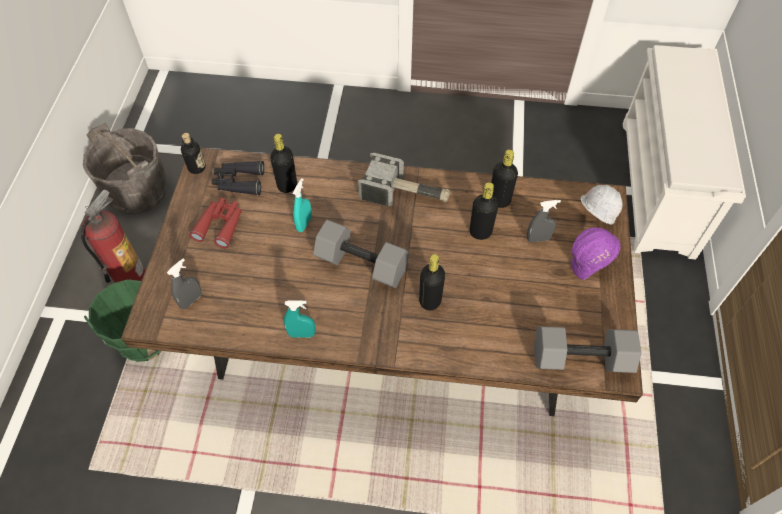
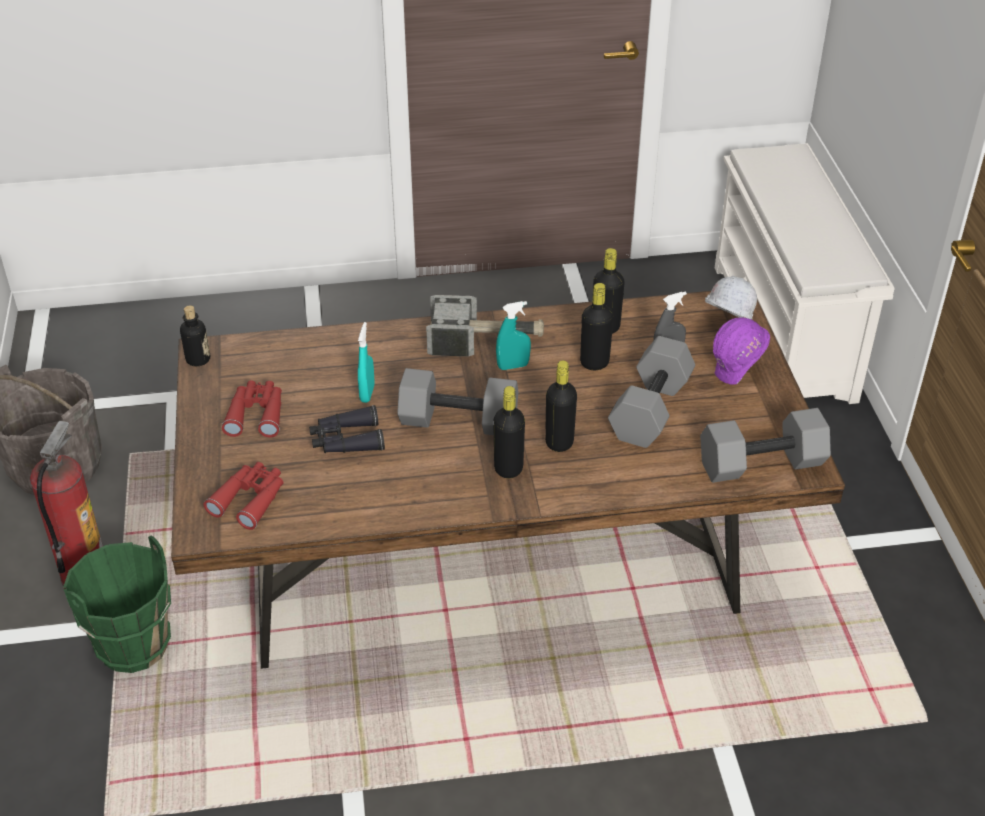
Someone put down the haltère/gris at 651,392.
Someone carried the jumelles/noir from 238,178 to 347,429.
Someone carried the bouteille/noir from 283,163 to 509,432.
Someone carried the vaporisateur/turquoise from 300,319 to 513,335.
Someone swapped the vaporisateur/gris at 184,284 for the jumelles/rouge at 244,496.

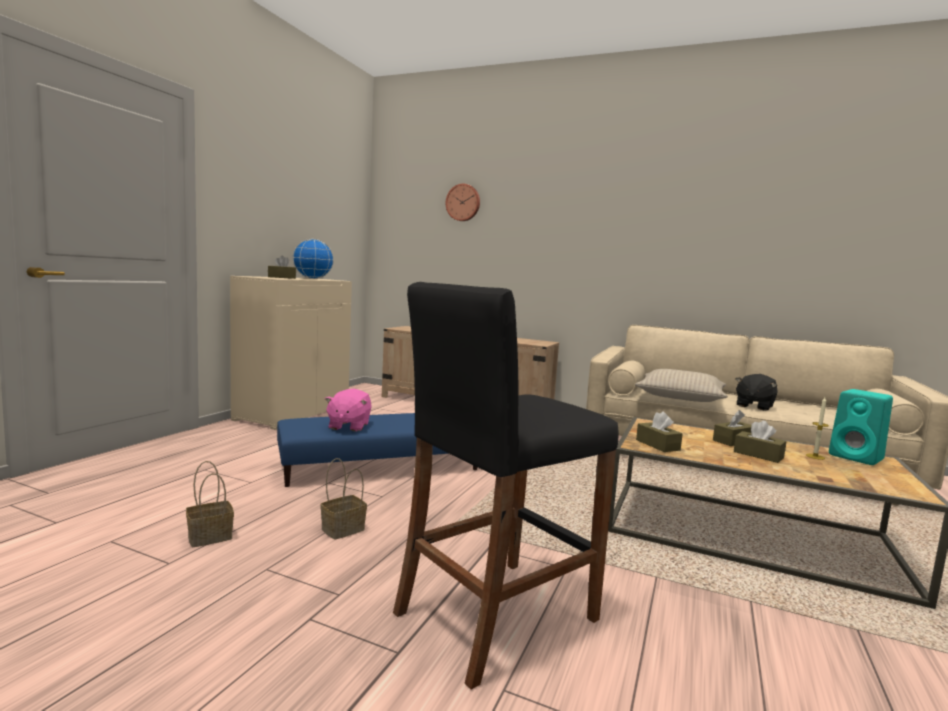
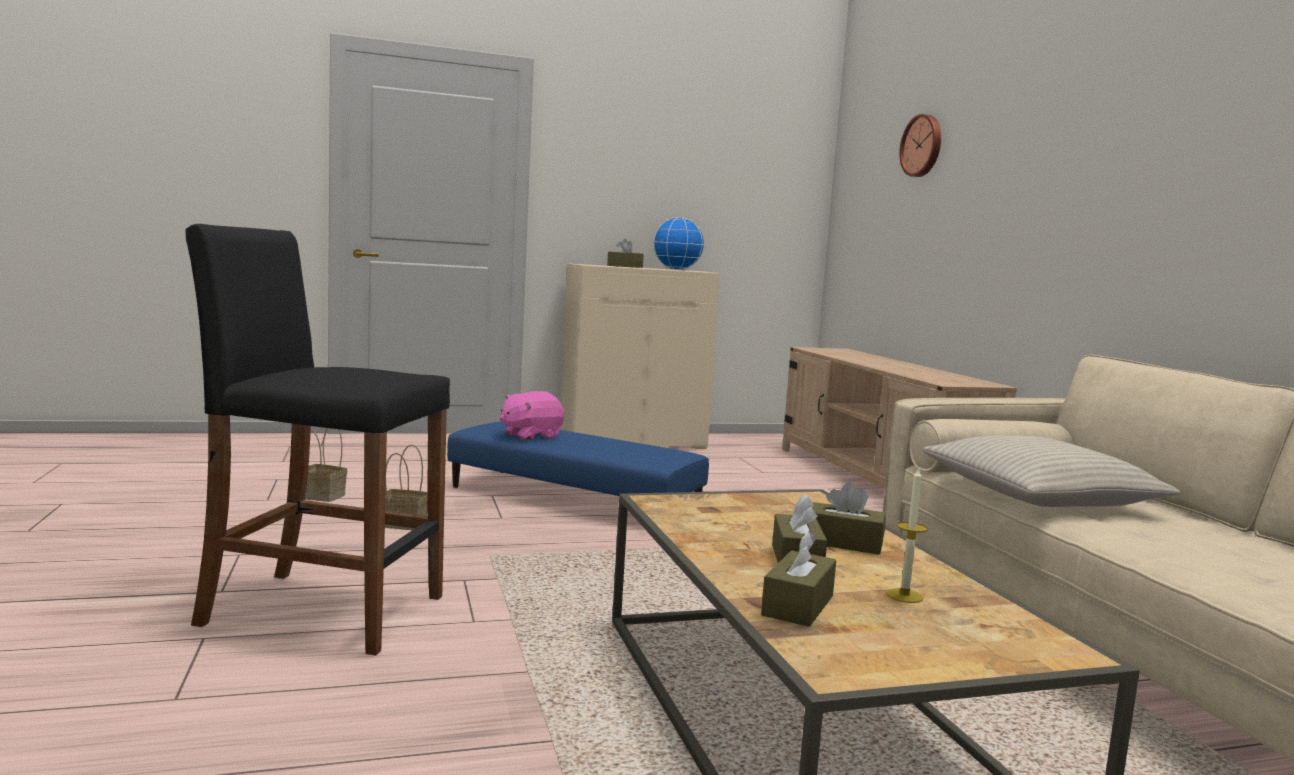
Someone took away the peluche/noir at 756,392.
Someone took away the enceinte/turquoise at 861,427.
Someone carried the boîte à mouchoirs/marron from 659,431 to 798,578.

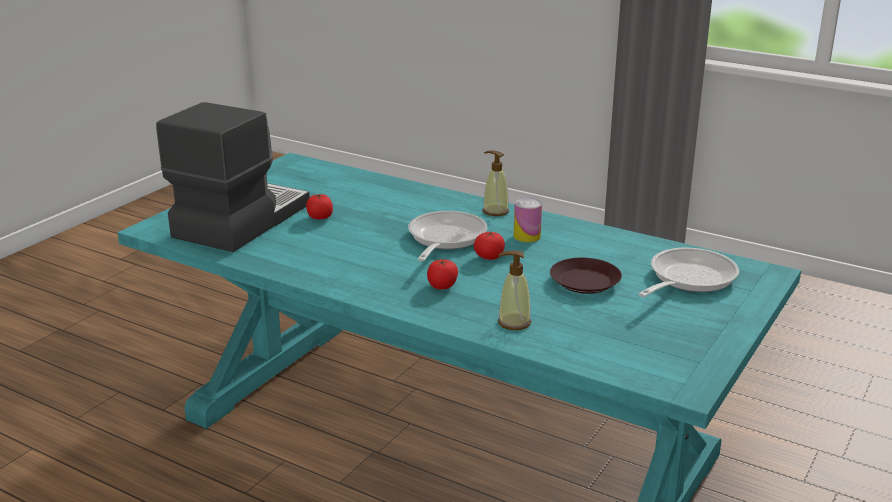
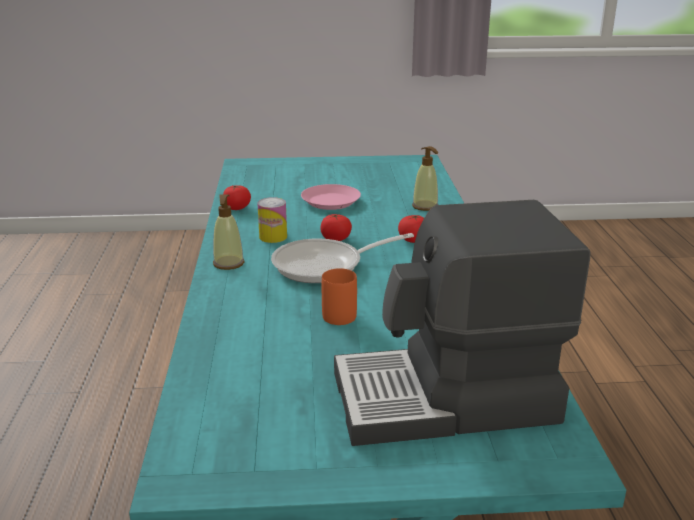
Someone took away the poêle at 688,272.
Someone put down the mug/orange at 339,296.
Someone carried the tomate from 319,206 to 237,197.
Someone repainted the assiette/marron at 586,276, which became the assiette/rose at 331,197.

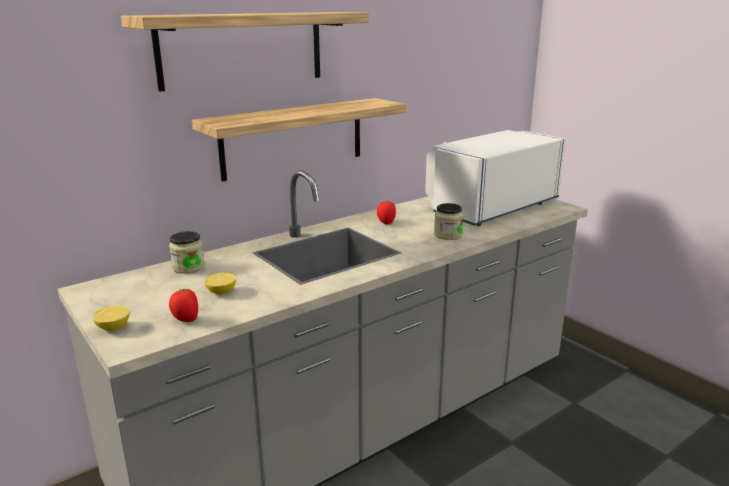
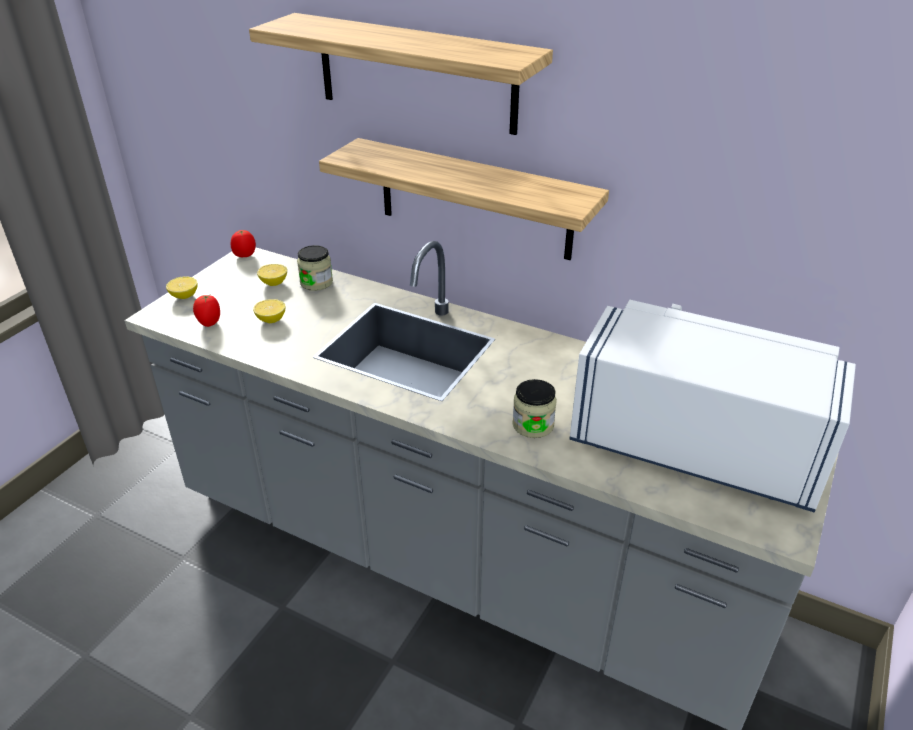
Someone put down the citron at 272,275.
Someone carried the tomate from 386,213 to 243,243.

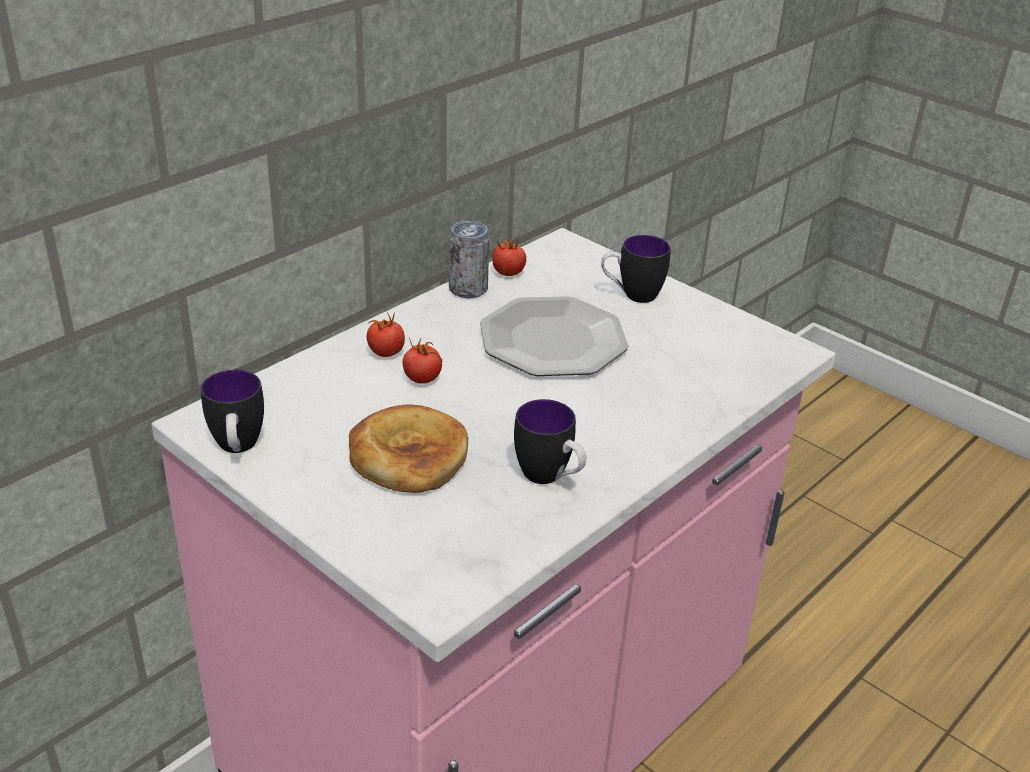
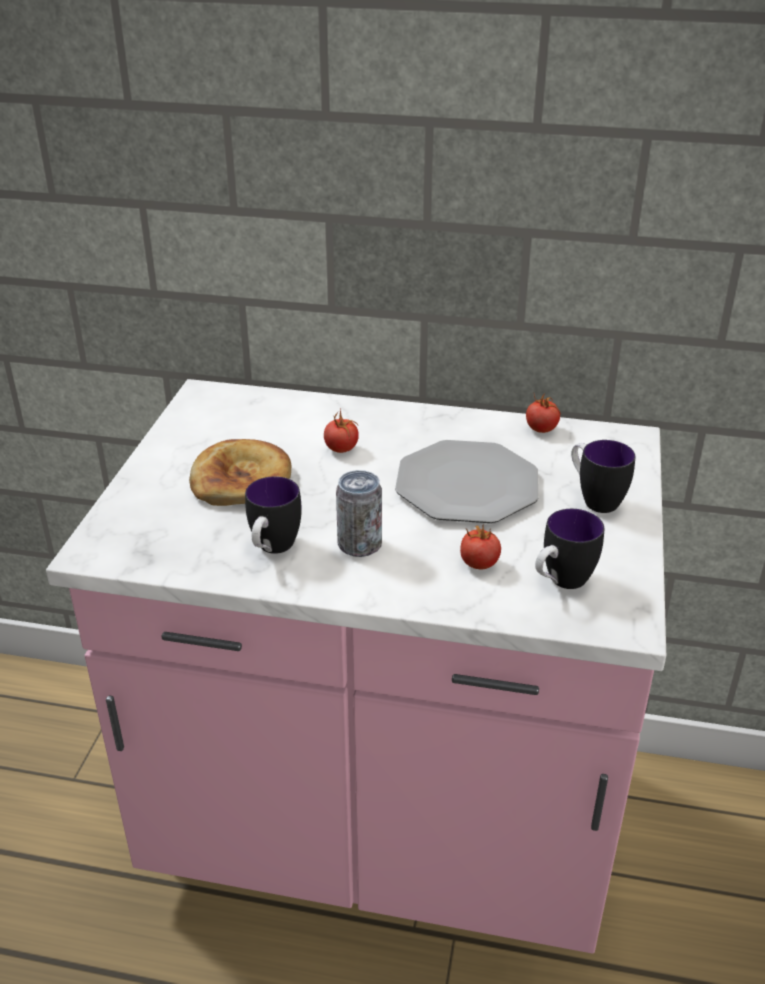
Someone carried the mug from 232,411 to 569,549.
Someone carried the tomate from 386,334 to 480,546.
Someone carried the boîte métallique from 469,259 to 359,513.

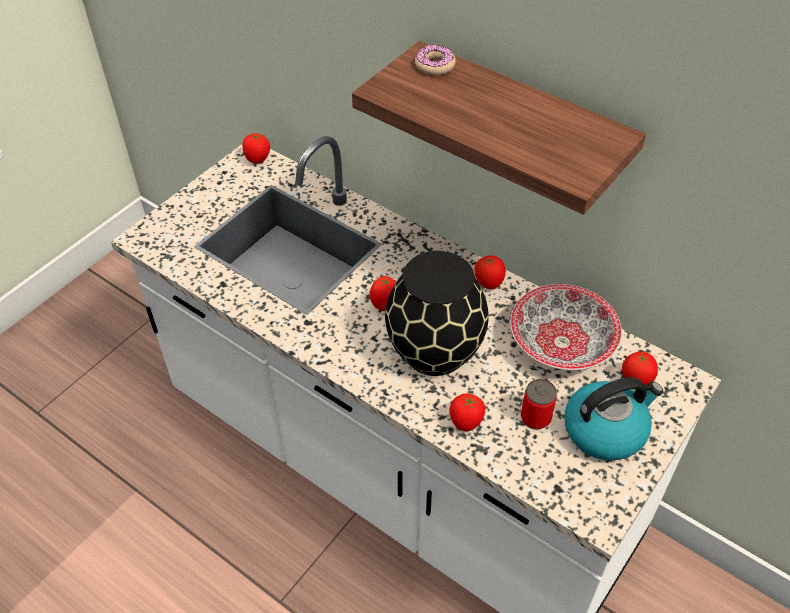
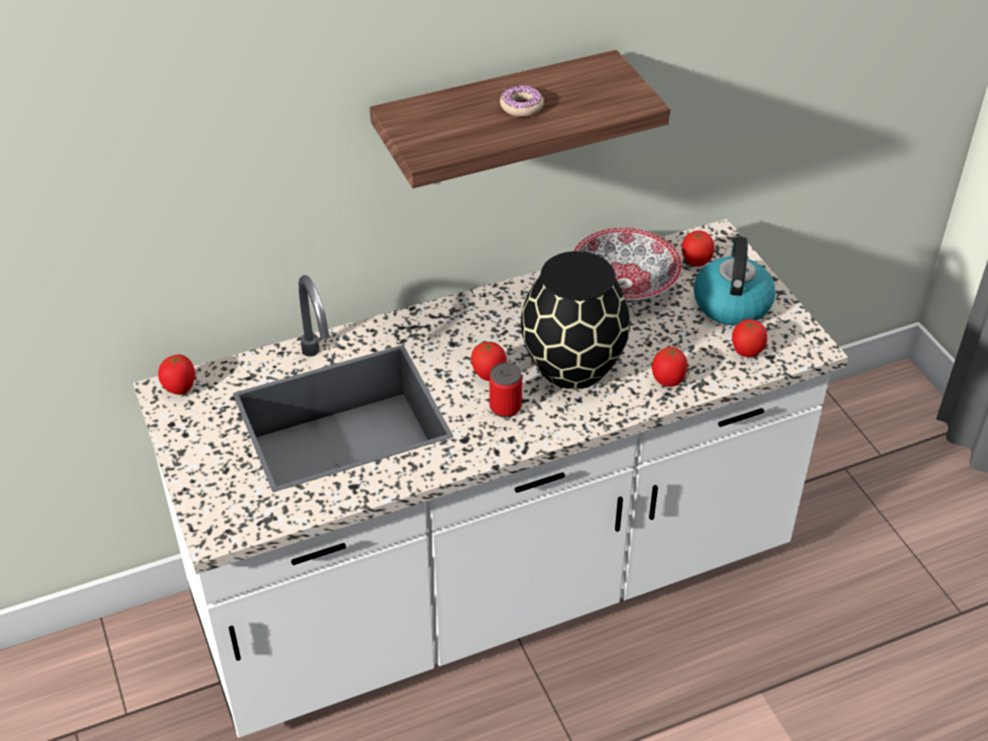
Someone carried the beignet from 435,60 to 522,101.
Someone carried the tomate from 490,272 to 749,338.
Someone carried the boîte métallique from 539,404 to 505,390.

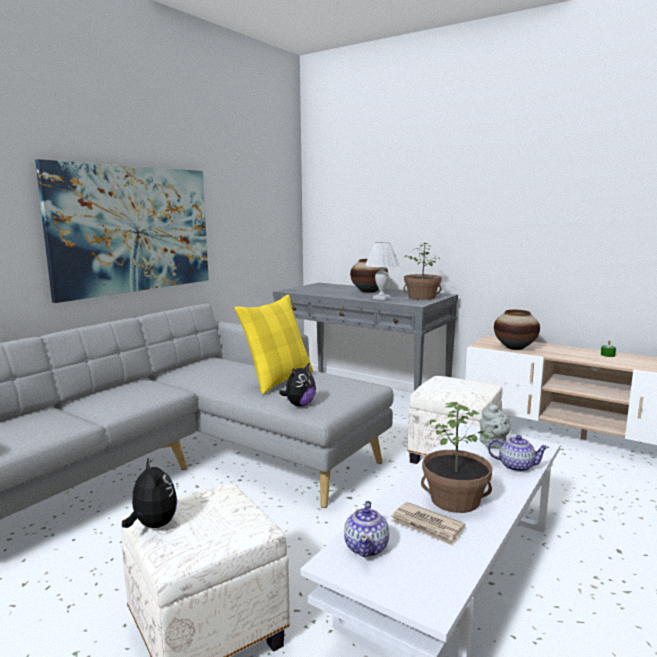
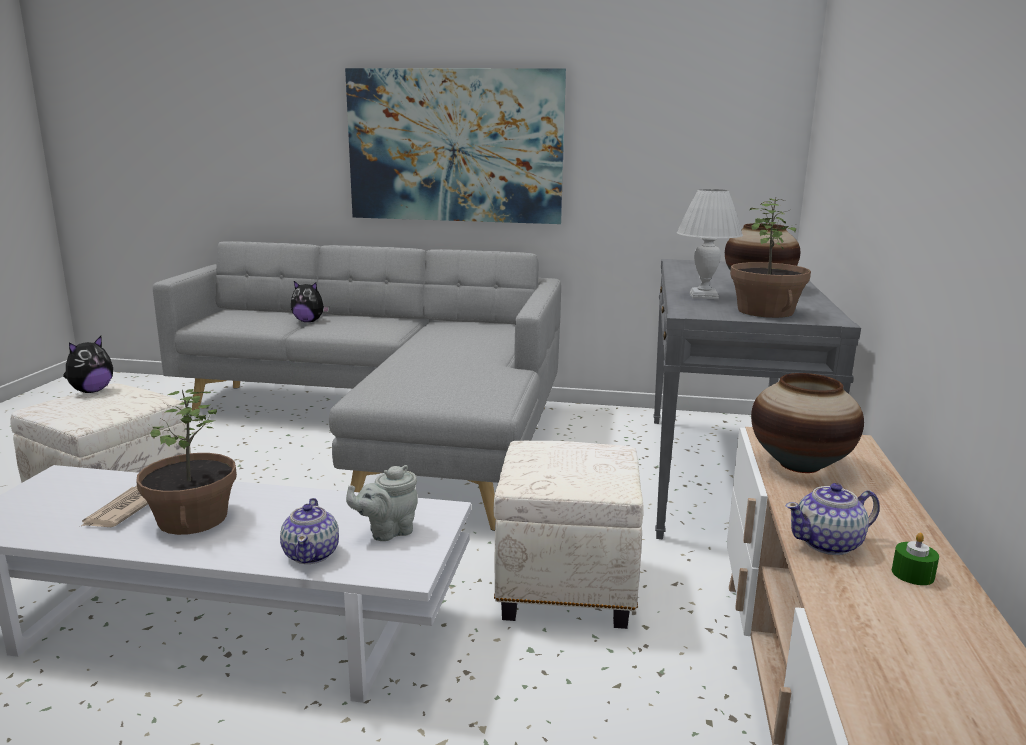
Someone took away the coussin/jaune at 273,344.
Someone carried the peluche from 297,385 to 310,301.
Someone carried the théière from 366,529 to 832,519.

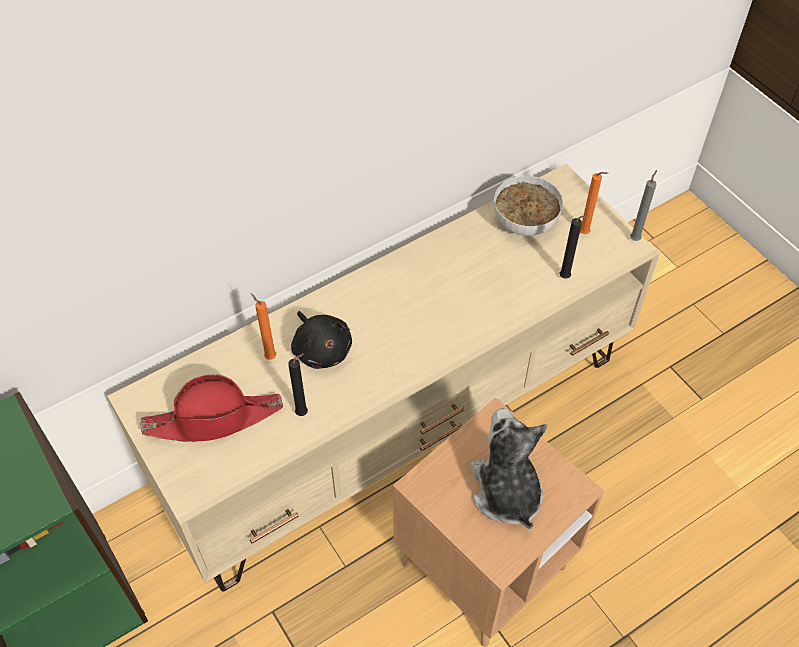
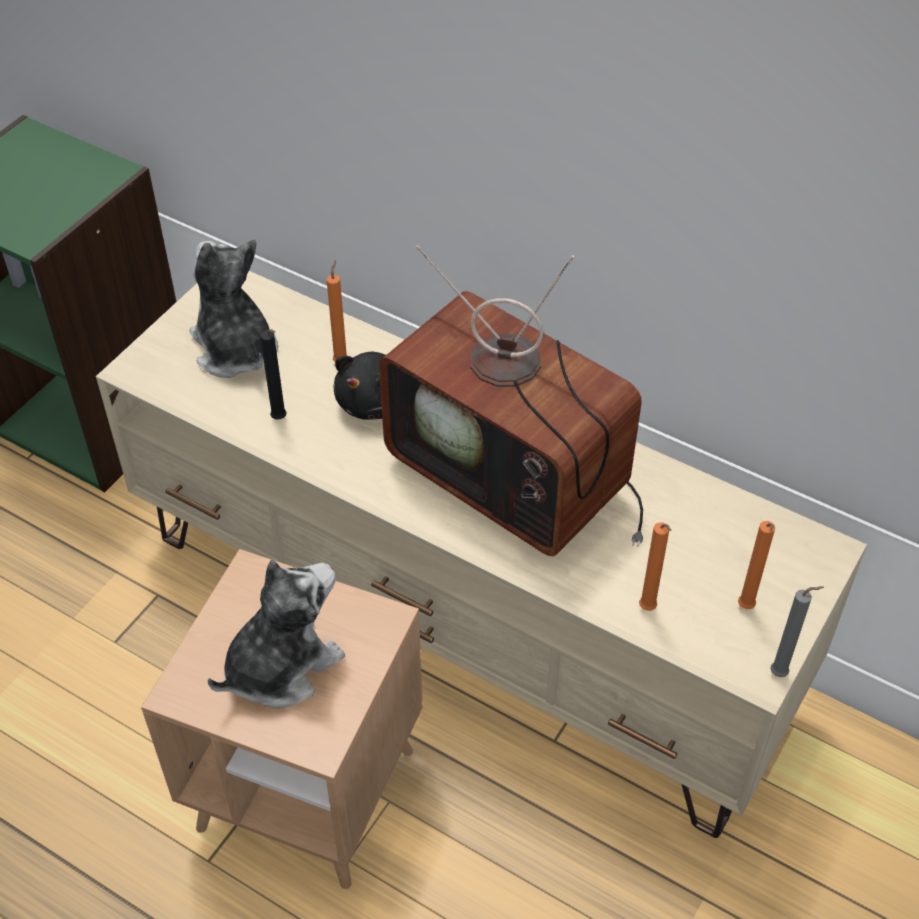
Someone took away the bol at 528,206.
Someone put down the téléviseur at 511,400.
Someone swapped the chapeau/rouge at 211,408 for the peluche at 233,309.
Someone repainted the bougie/noir at 574,247, which became the bougie/orange at 655,566.

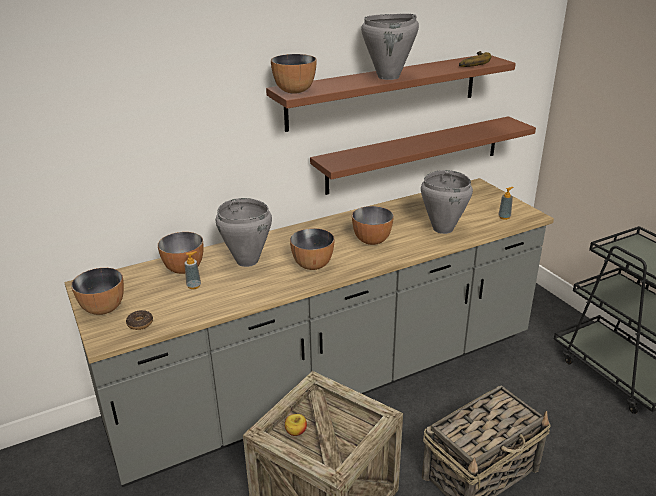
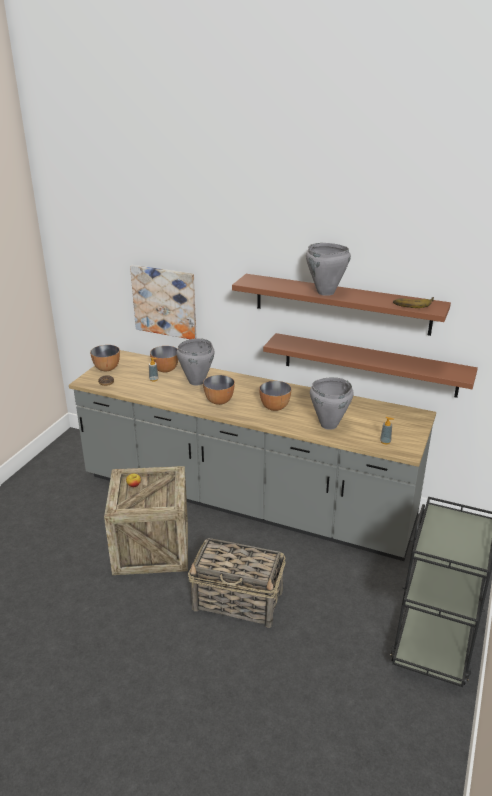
Someone took away the bol at 294,74.
Someone put up the tableau at 163,302.

